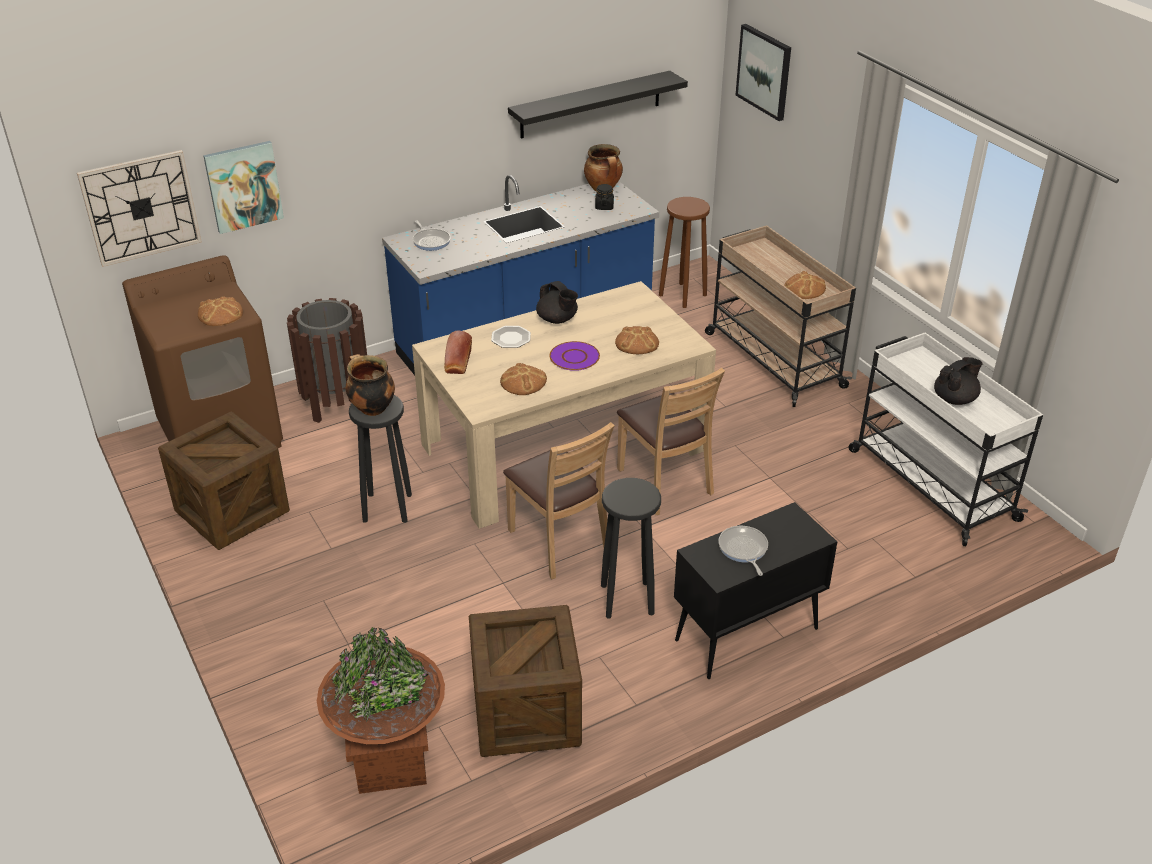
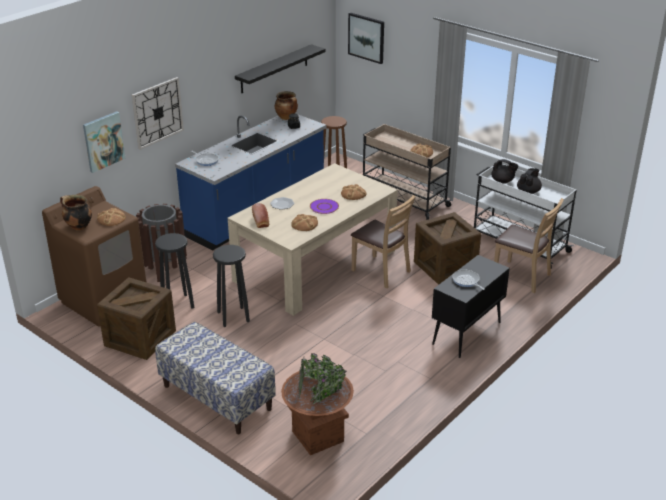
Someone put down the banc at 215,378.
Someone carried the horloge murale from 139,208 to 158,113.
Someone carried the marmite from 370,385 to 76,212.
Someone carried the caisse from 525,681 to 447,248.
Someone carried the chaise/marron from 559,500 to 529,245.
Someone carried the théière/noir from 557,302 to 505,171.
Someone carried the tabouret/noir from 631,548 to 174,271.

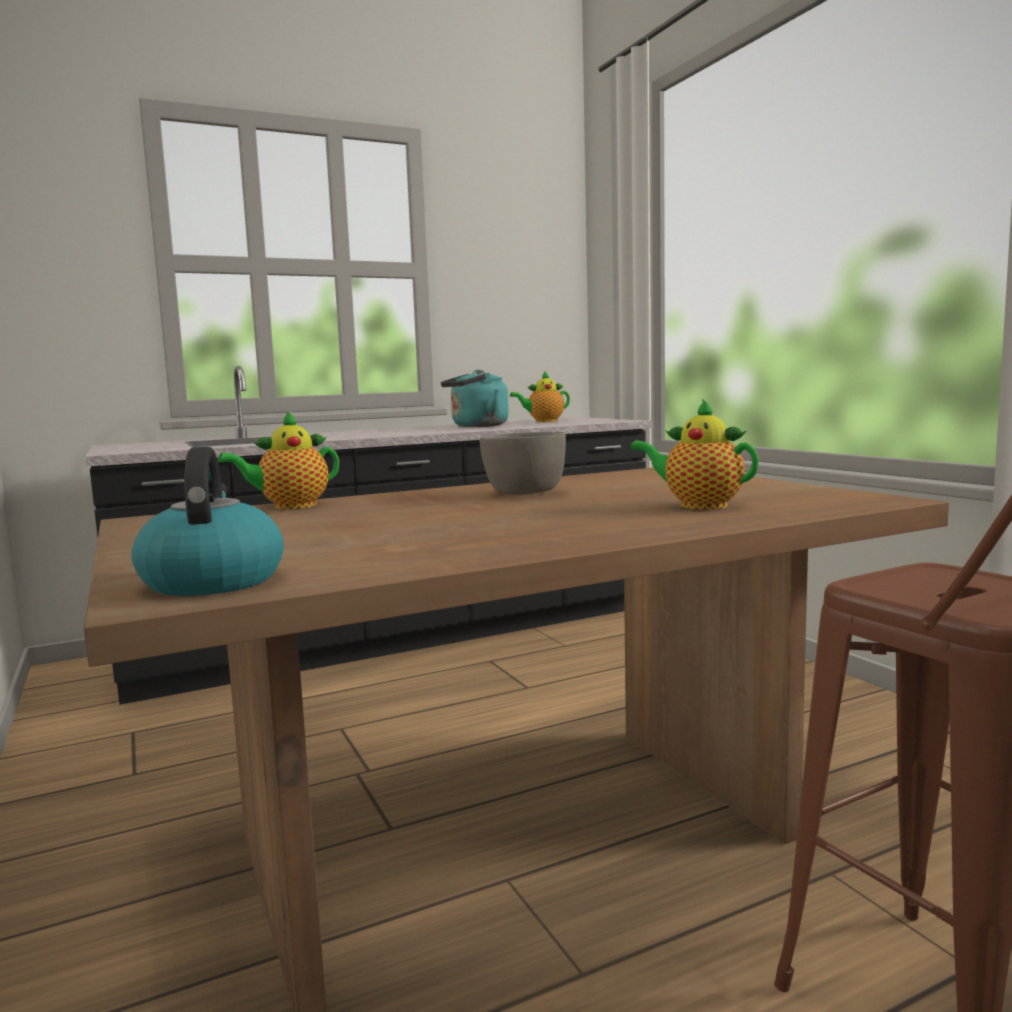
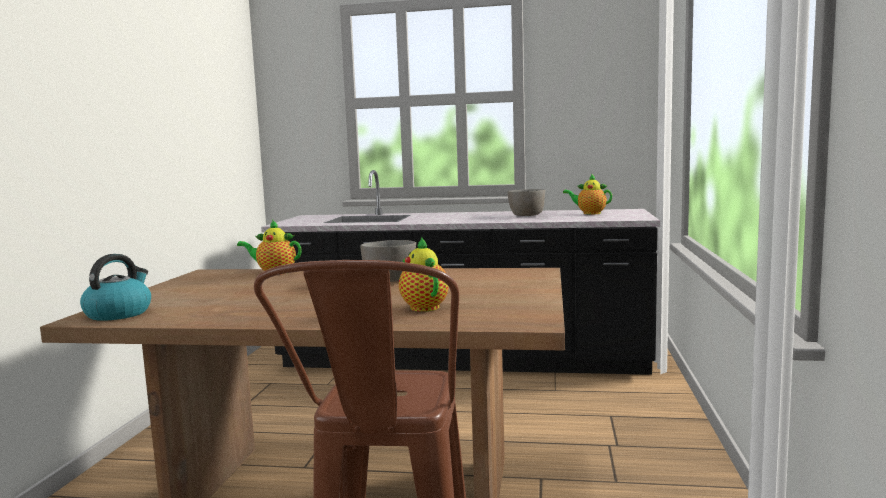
Someone swapped the bouilloire/turquoise at 475,398 for the bol/gris at 526,202.

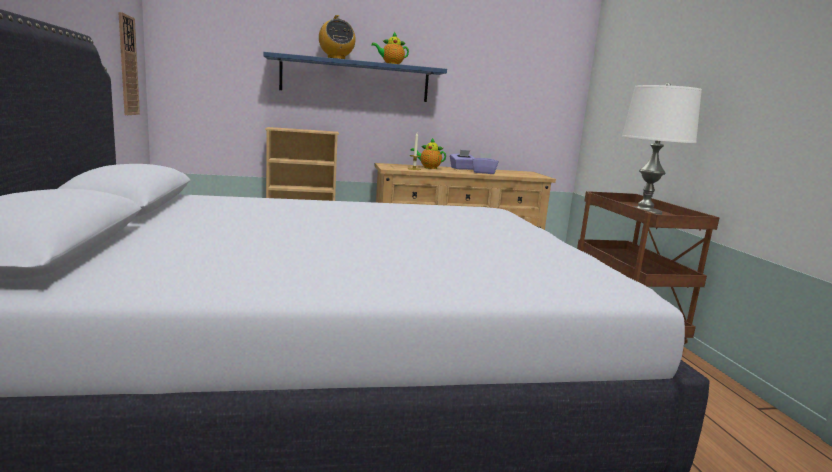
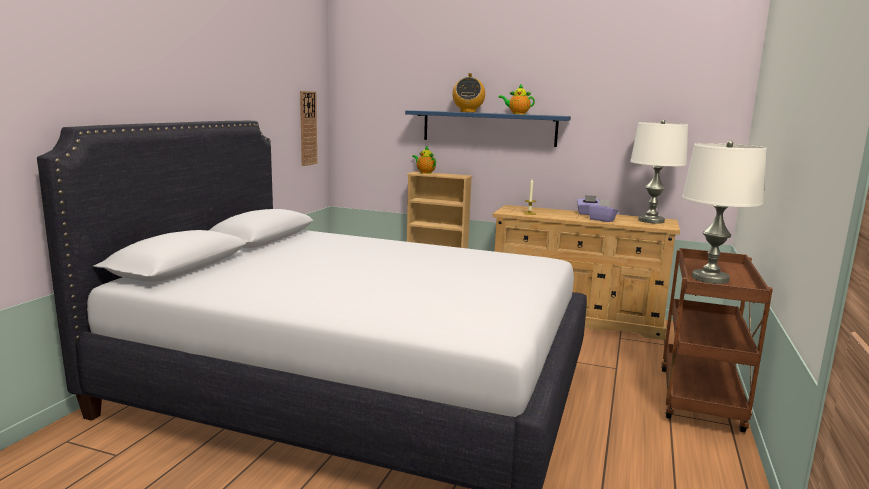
Someone put down the lampe de table/blanc at 659,172.
Someone carried the théière from 428,153 to 424,160.

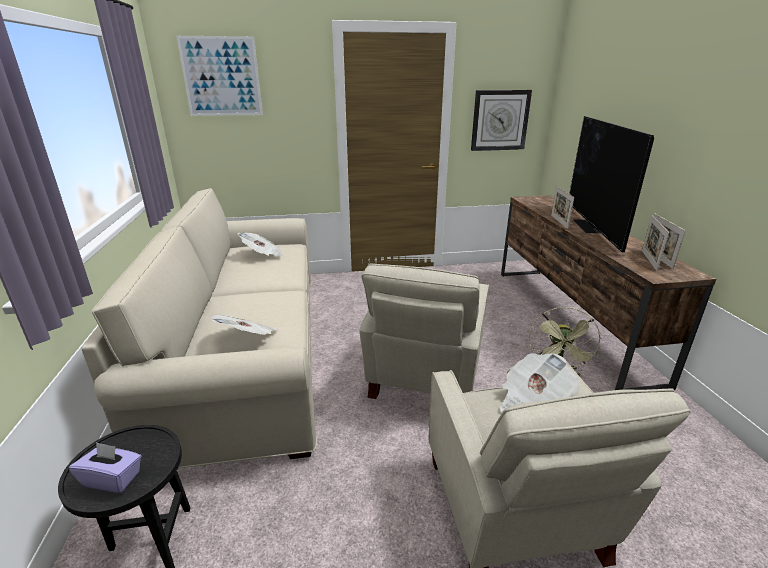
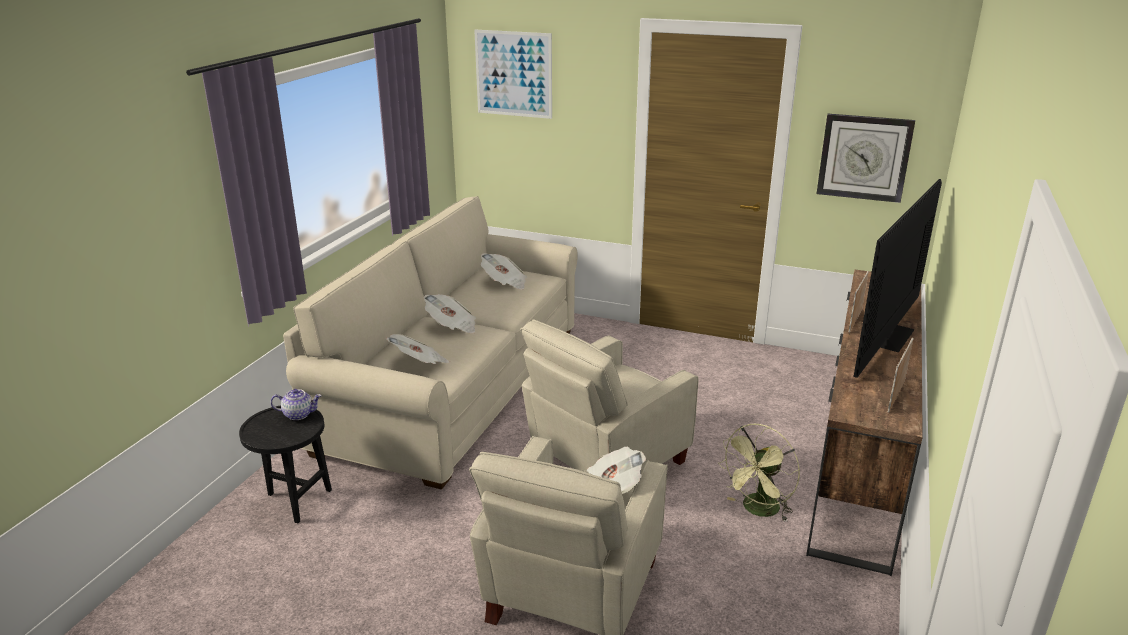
Someone took away the boîte à mouchoirs/violet at 105,467.
Someone took away the cadre photo at 655,243.
Someone put down the théière at 296,404.
Someone put down the journal at 450,314.

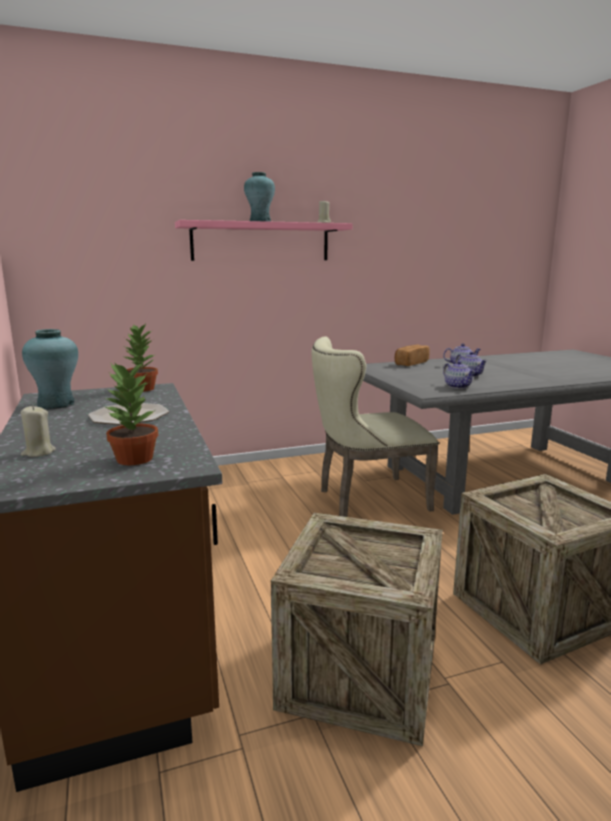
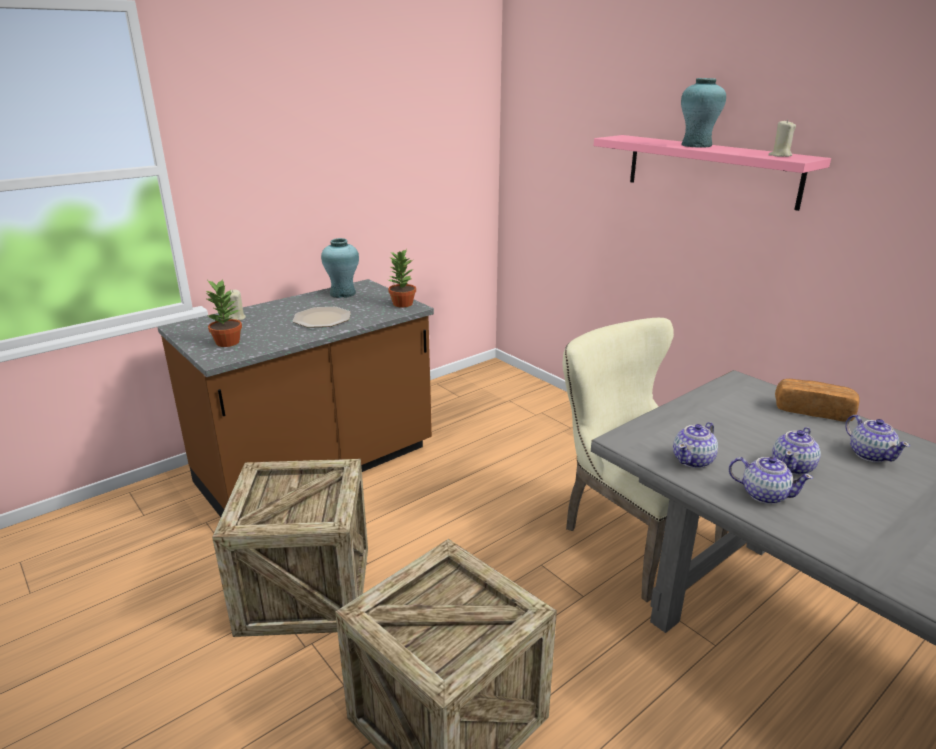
Someone put down the théière at 771,480.

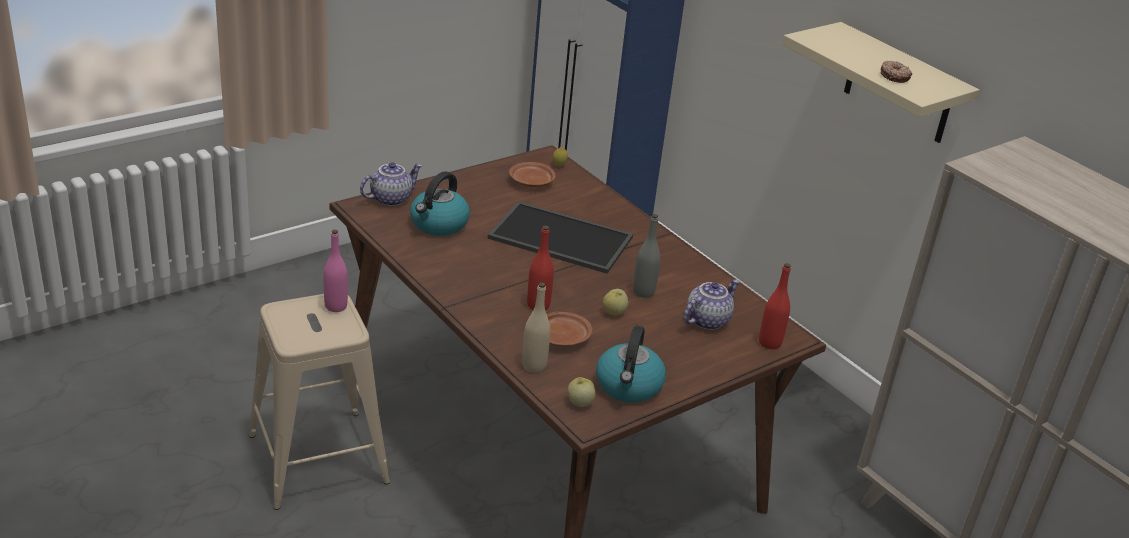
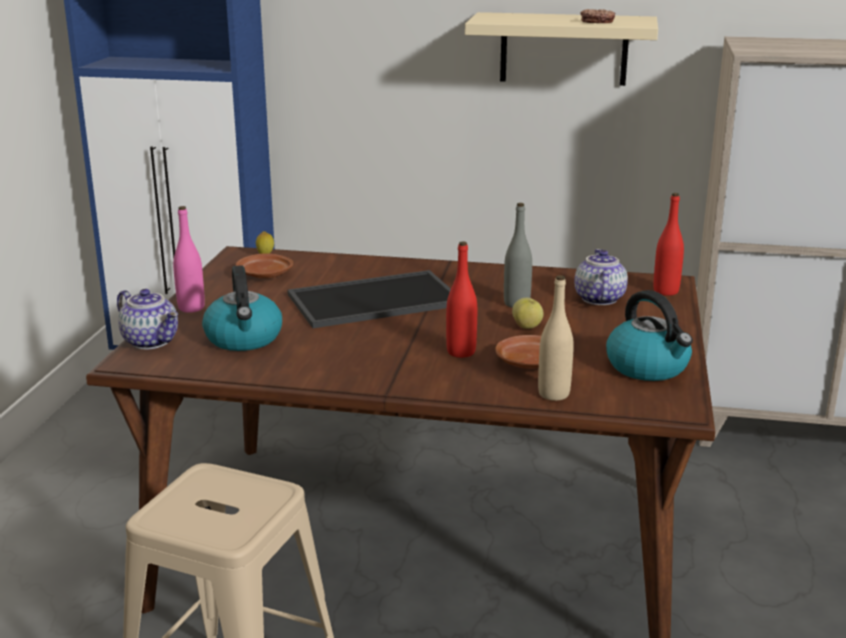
Someone took away the pomme at 581,392.
Someone carried the bouteille/rose from 335,271 to 189,259.
Someone rotated the théière at 391,184 by 120 degrees clockwise.

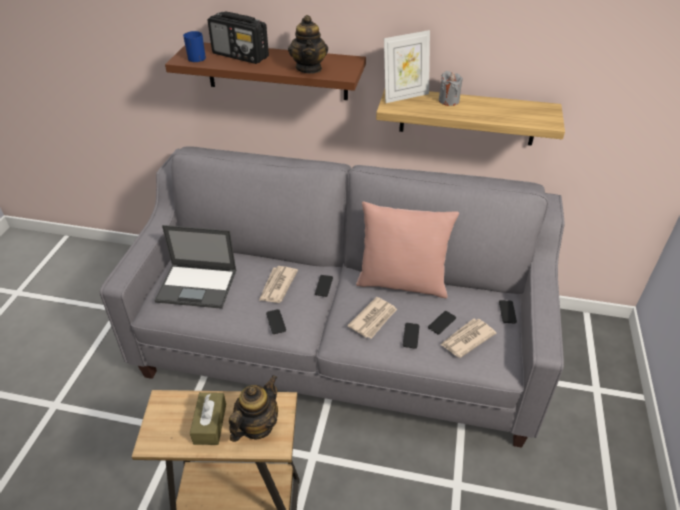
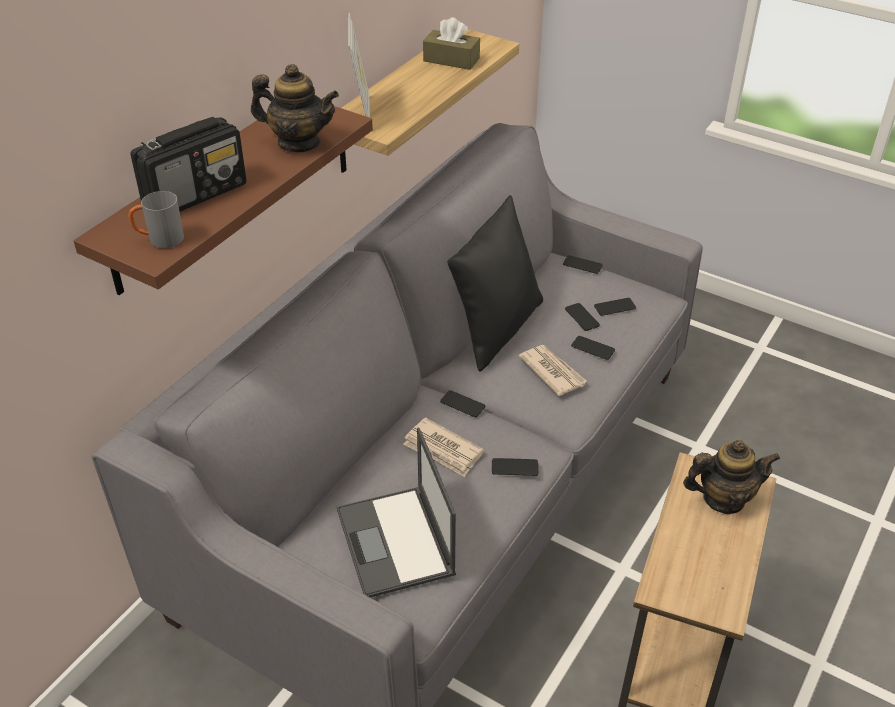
Someone took away the bougie/gris at 451,88.
Someone carried the boîte à mouchoirs/marron from 208,418 to 451,43.
Someone swapped the journal at 469,338 for the téléphone at 615,307.
Someone repainted the mug/bleu at 194,46, which became the mug/gris at 156,220.
Someone repainted the coussin/rose at 407,249, which became the coussin/noir at 495,283.
Someone rotated the ordinateur portable at 195,267 by 135 degrees clockwise.
Someone rotated the théière at 253,408 by 120 degrees clockwise.

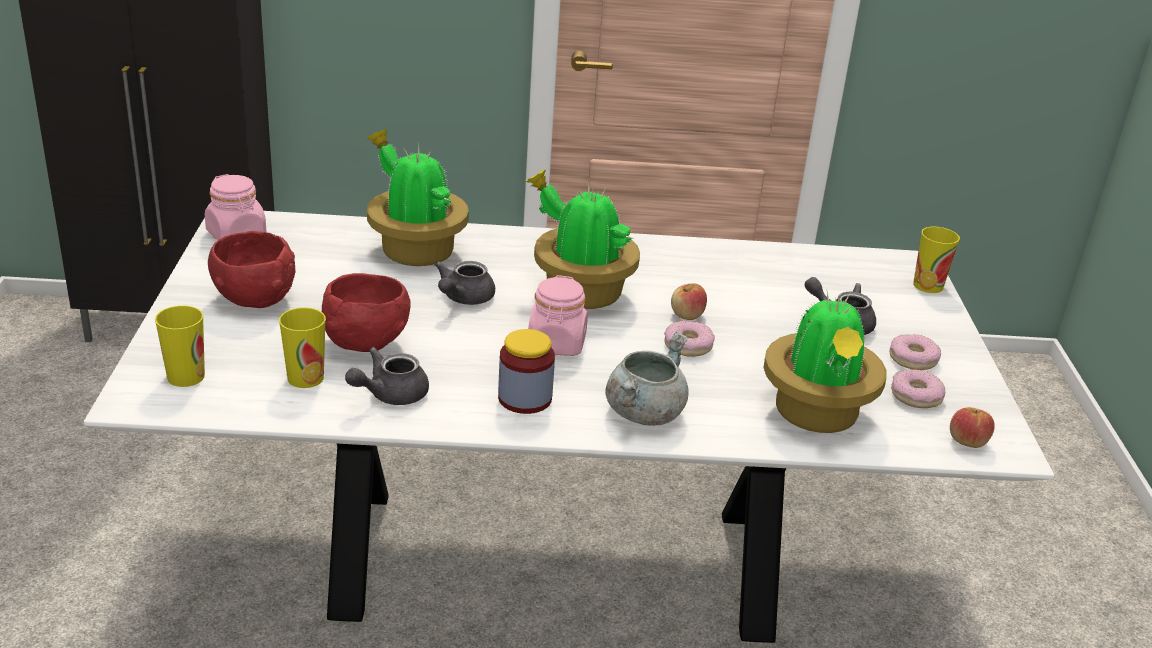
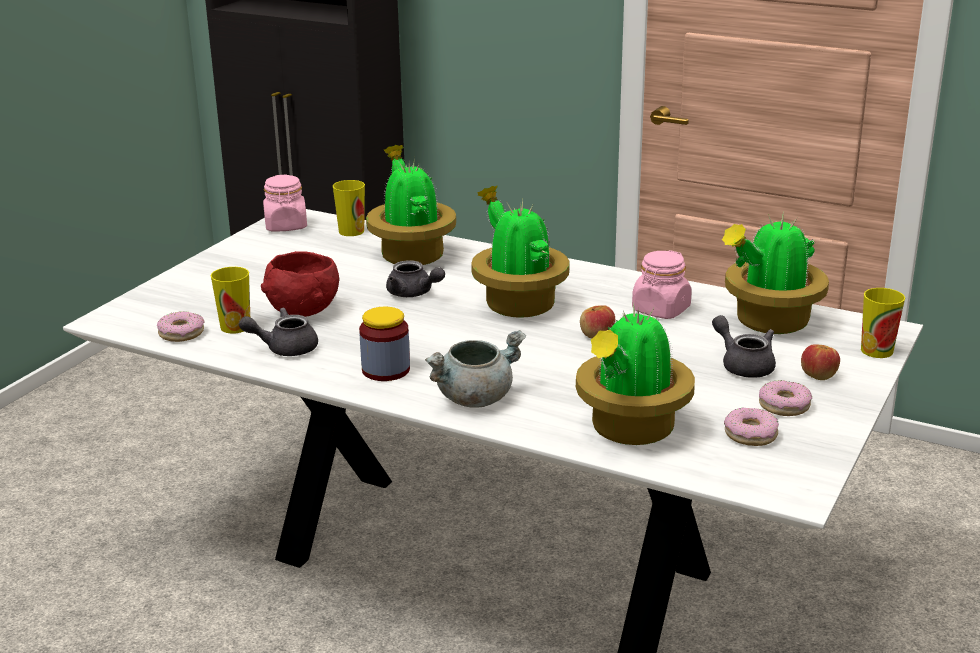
Someone took away the bol/rouge at 251,269.
Someone put down the plante en pot at 775,272.
Someone carried the tasse from 180,346 to 349,208.
Someone carried the bocal/rose from 558,315 to 662,284.
Someone carried the beignet from 689,339 to 181,326.
Someone carried the pomme from 972,427 to 820,362.
Someone rotated the théière/gris at 465,283 by 105 degrees counterclockwise.

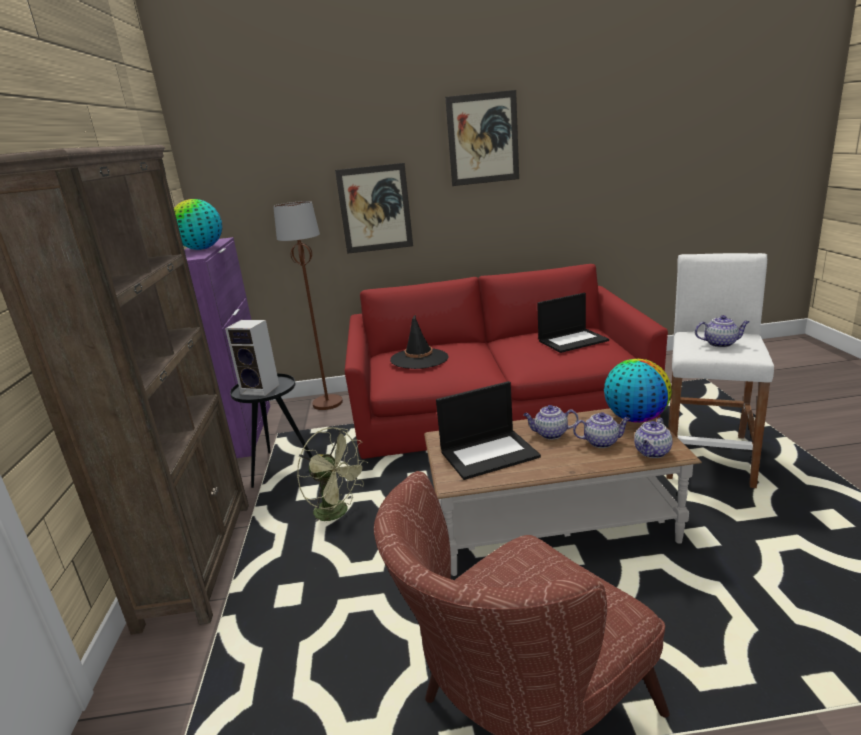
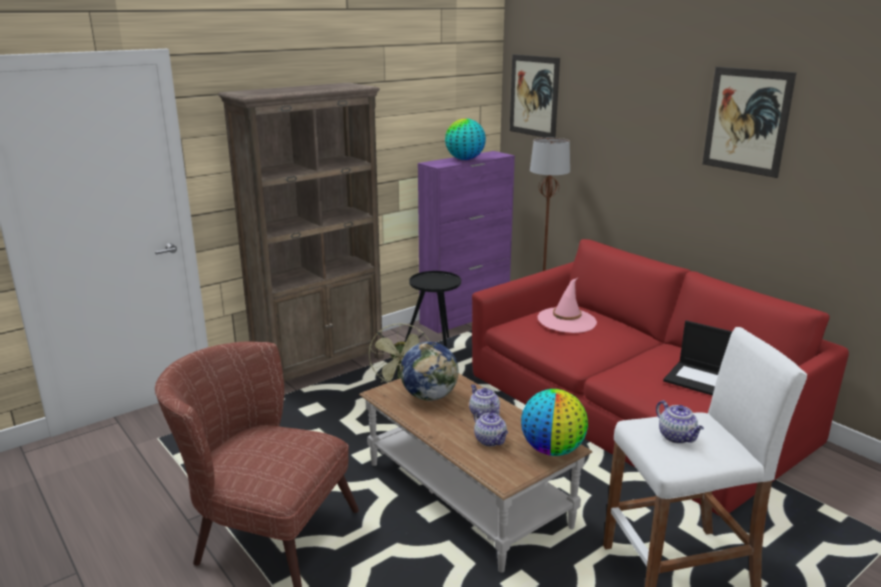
Someone took away the enceinte at 252,358.
Someone took away the théière at 653,438.
Someone carried the tableau from 374,208 to 535,96.
Someone swapped the ordinateur portable at 488,430 for the globe at 429,371.
Someone repainted the chapeau/noir at 419,342, which became the chapeau/rose at 567,305.

